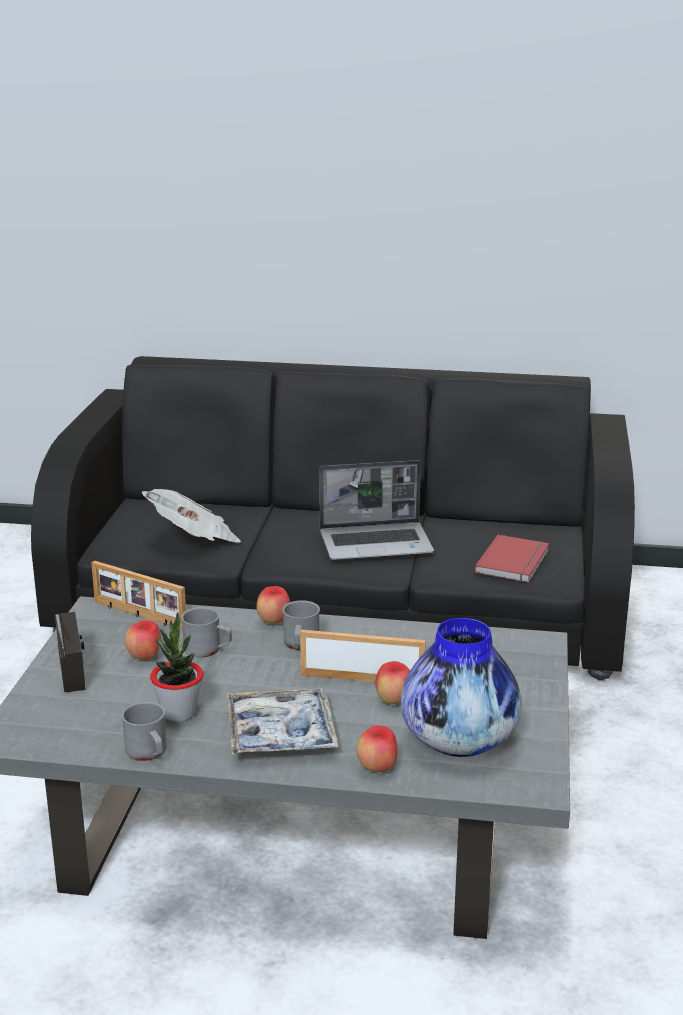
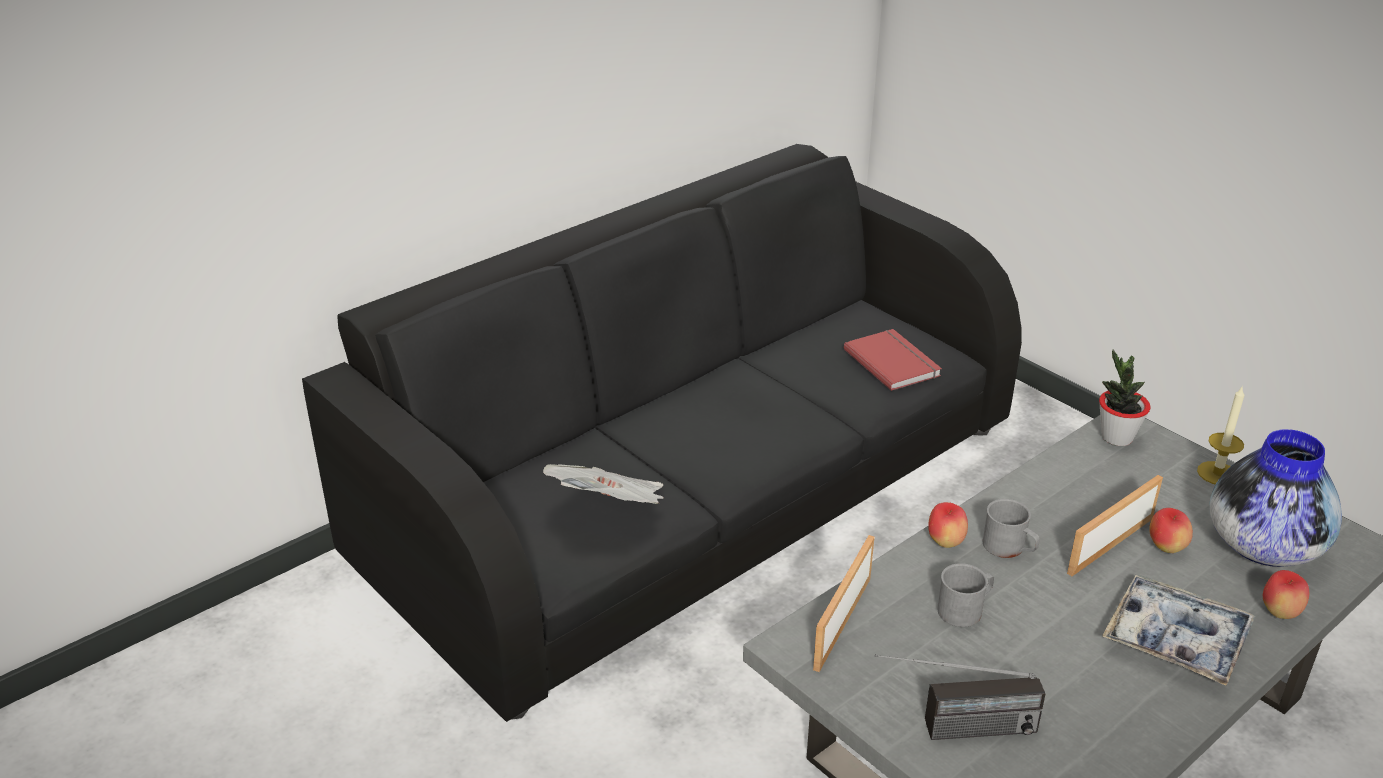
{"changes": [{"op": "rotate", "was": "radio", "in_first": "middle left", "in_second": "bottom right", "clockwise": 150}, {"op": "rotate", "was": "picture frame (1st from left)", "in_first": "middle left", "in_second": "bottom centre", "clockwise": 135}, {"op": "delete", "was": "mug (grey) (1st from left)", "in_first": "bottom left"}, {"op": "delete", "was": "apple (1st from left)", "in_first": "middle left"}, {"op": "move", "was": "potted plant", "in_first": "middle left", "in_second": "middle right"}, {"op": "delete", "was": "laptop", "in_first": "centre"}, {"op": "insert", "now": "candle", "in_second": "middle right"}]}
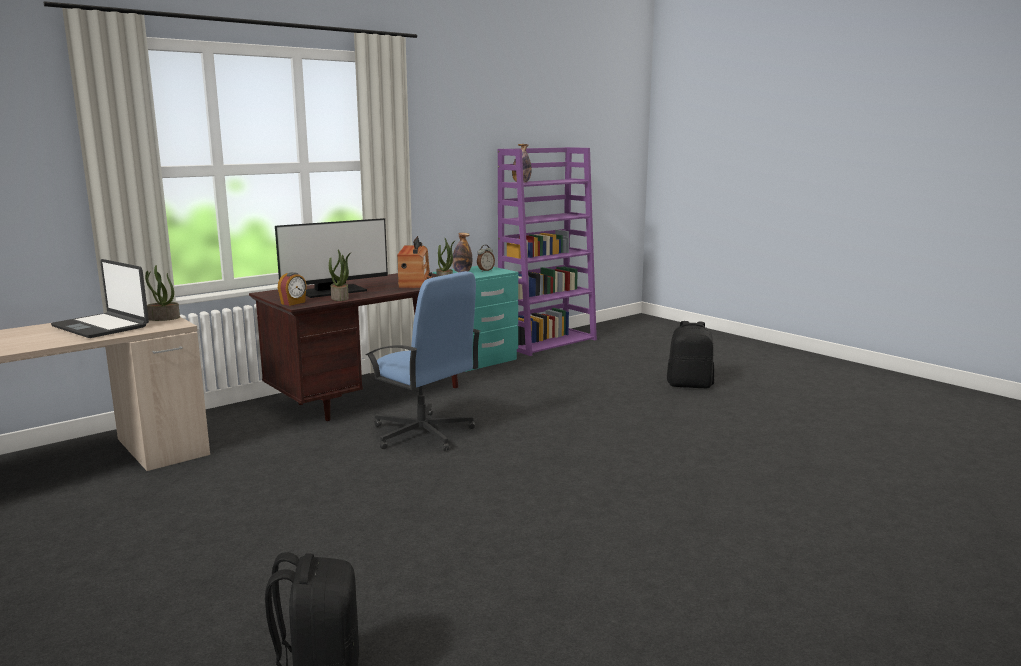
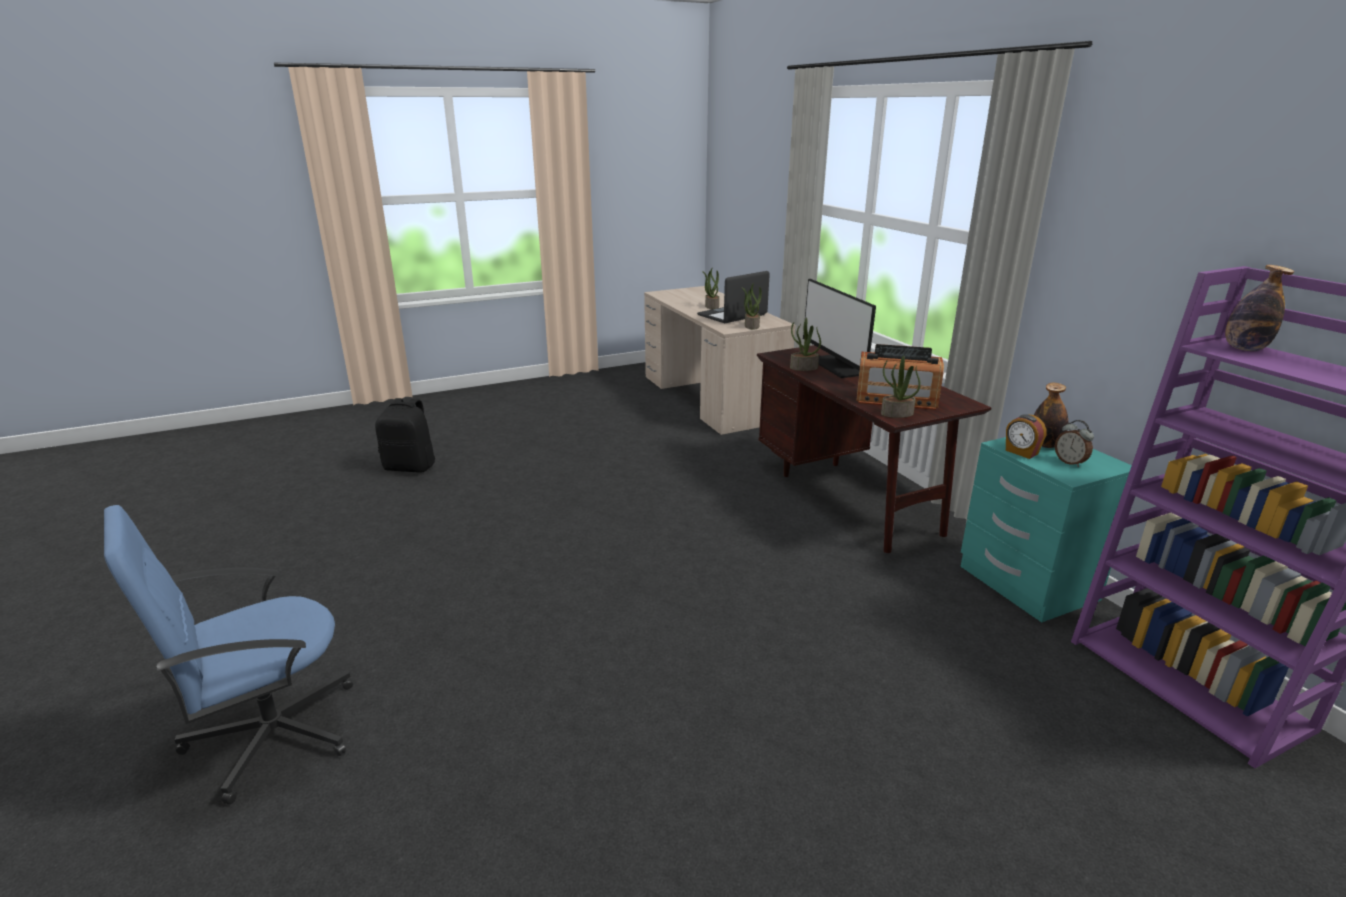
{"changes": [{"op": "move", "was": "alarm clock (1st from left)", "in_first": "middle left", "in_second": "middle right"}, {"op": "move", "was": "office chair (blue)", "in_first": "centre", "in_second": "bottom left"}, {"op": "delete", "was": "backpack (black) (2nd from left)", "in_first": "middle right"}, {"op": "insert", "now": "potted plant (1st from left)", "in_second": "top centre"}]}
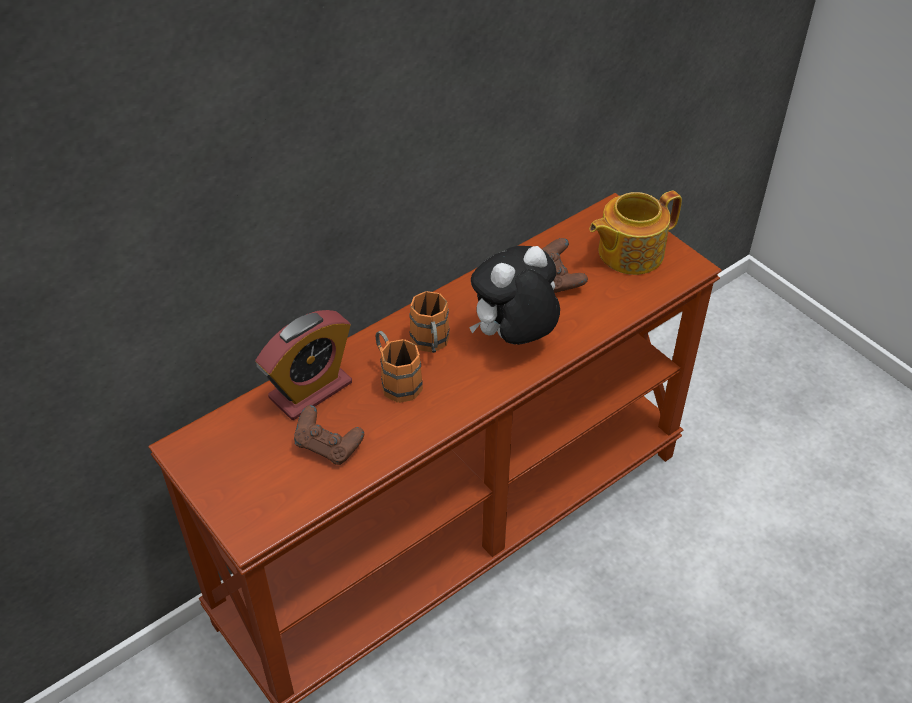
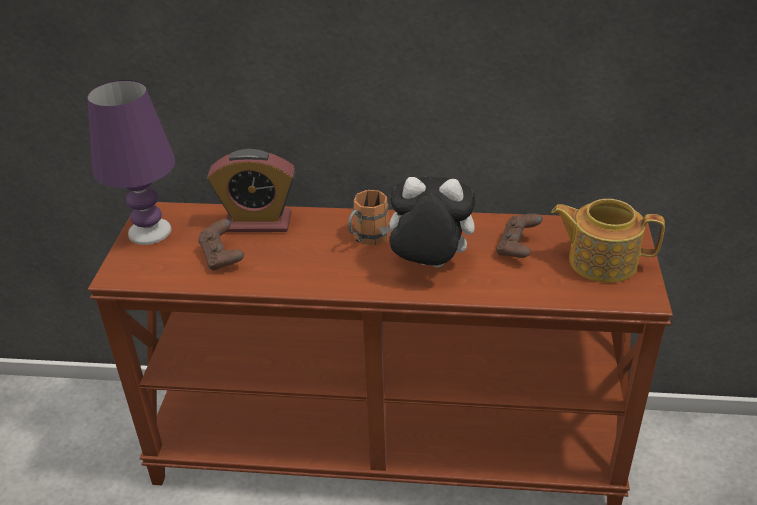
{"changes": [{"op": "delete", "was": "mug (orange) (1st from left)", "in_first": "centre"}, {"op": "insert", "now": "table lamp (purple)", "in_second": "top left"}]}
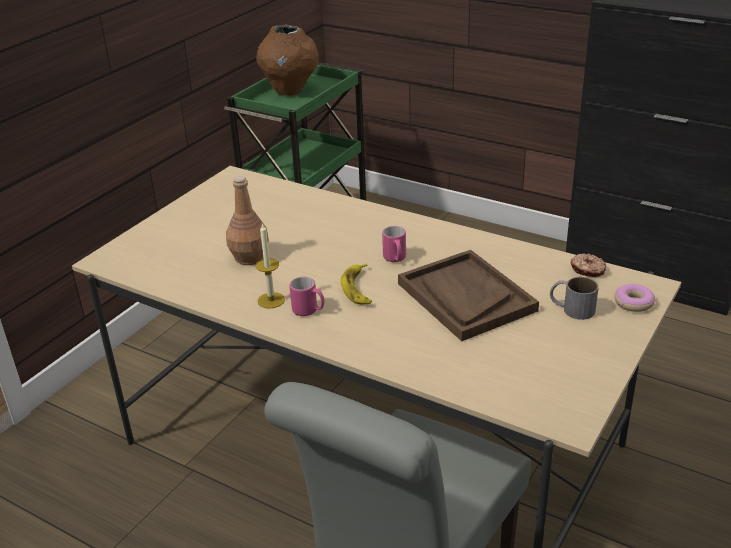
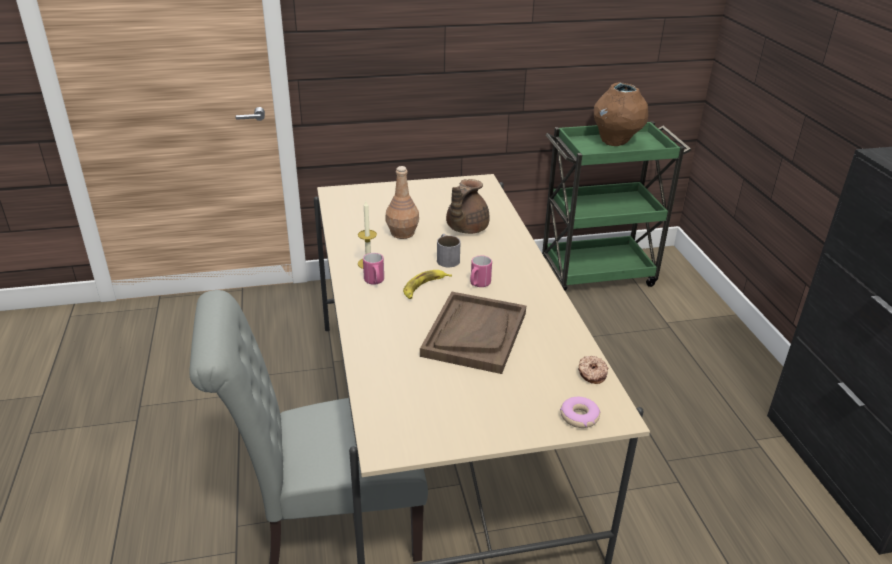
{"changes": [{"op": "move", "was": "mug (grey)", "in_first": "middle right", "in_second": "centre"}, {"op": "insert", "now": "teapot (brown)", "in_second": "centre"}]}
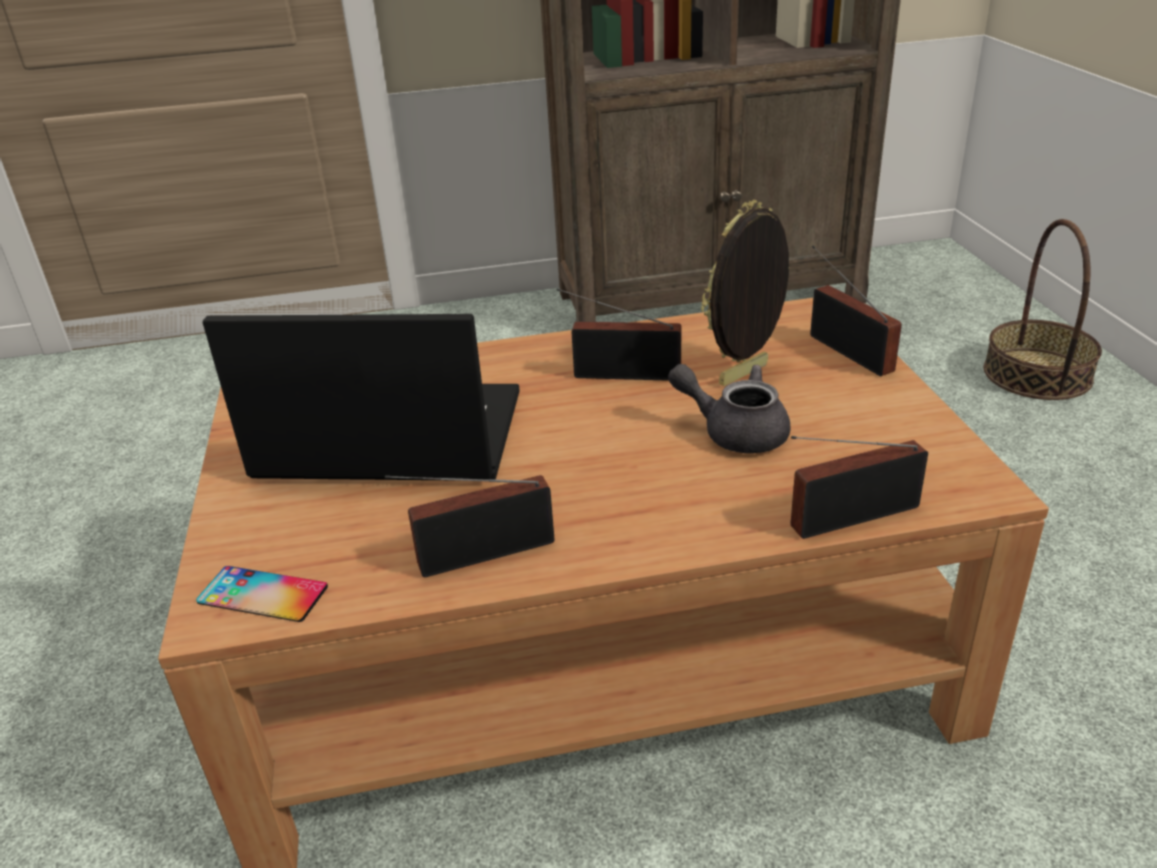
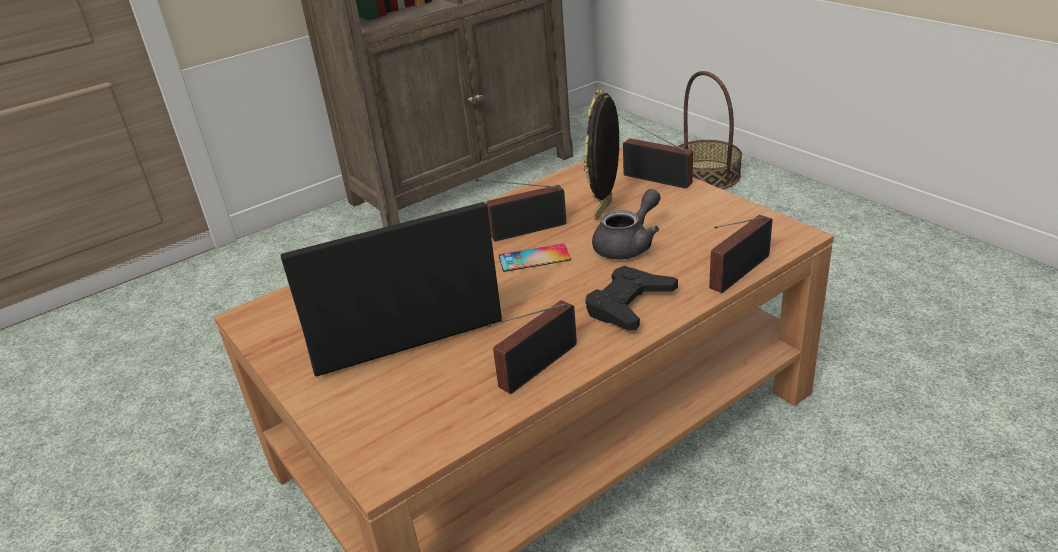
{"changes": [{"op": "move", "was": "phone", "in_first": "bottom left", "in_second": "centre"}, {"op": "rotate", "was": "teapot (grey)", "in_first": "centre", "in_second": "centre", "clockwise": 135}, {"op": "insert", "now": "game controller (black)", "in_second": "centre"}]}
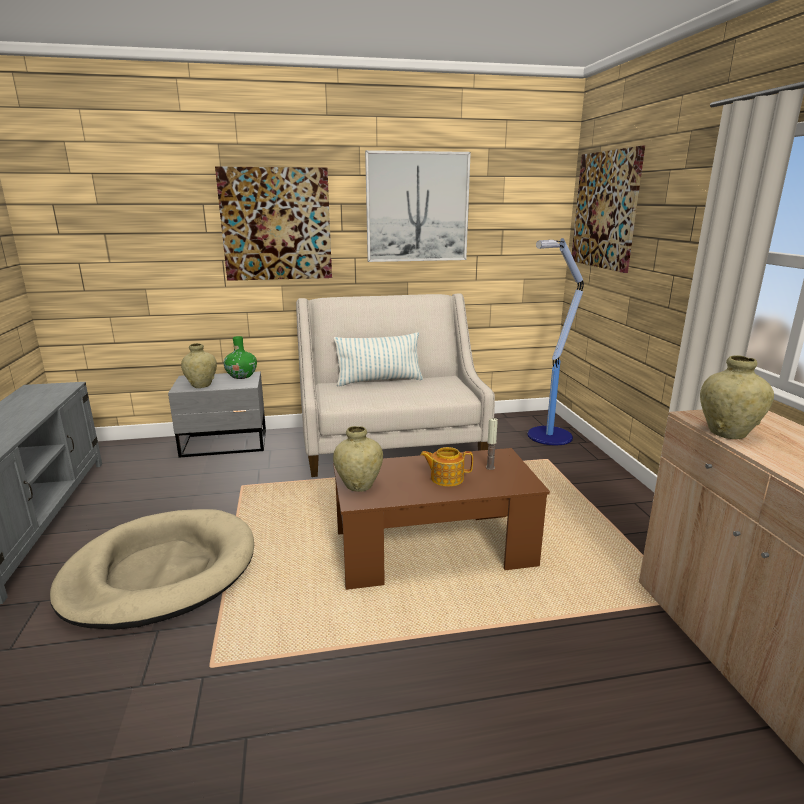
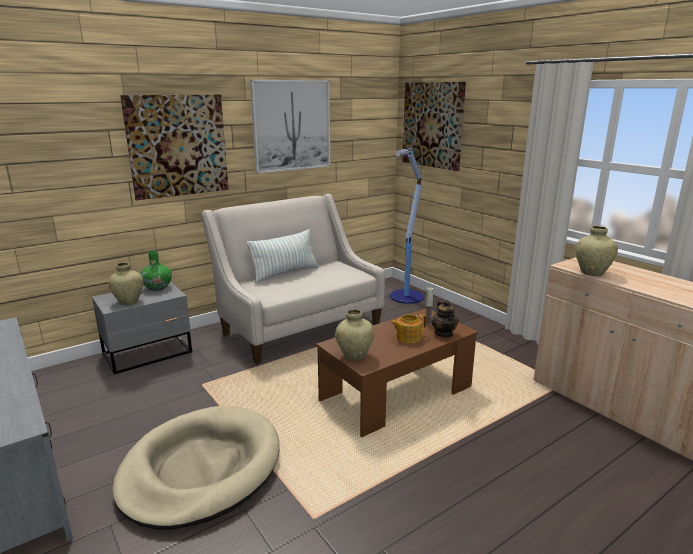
{"changes": [{"op": "insert", "now": "teapot (2nd from left)", "in_second": "centre"}]}
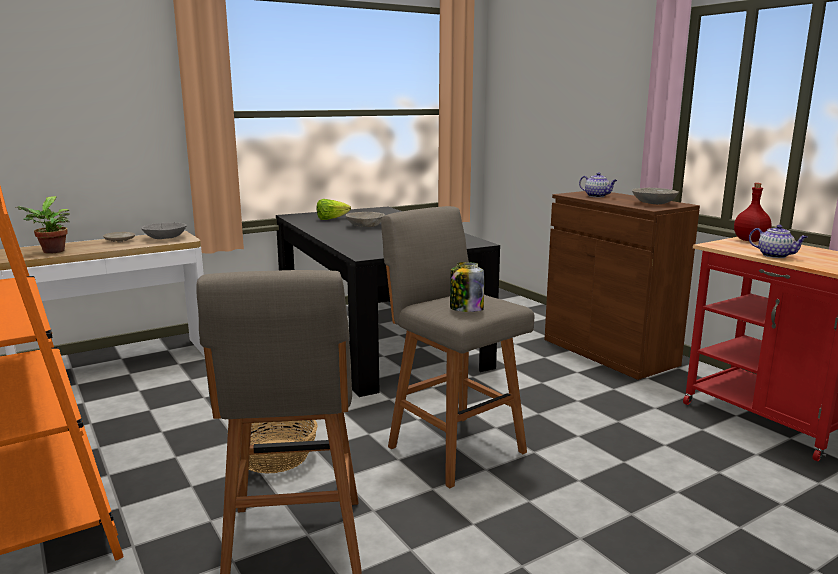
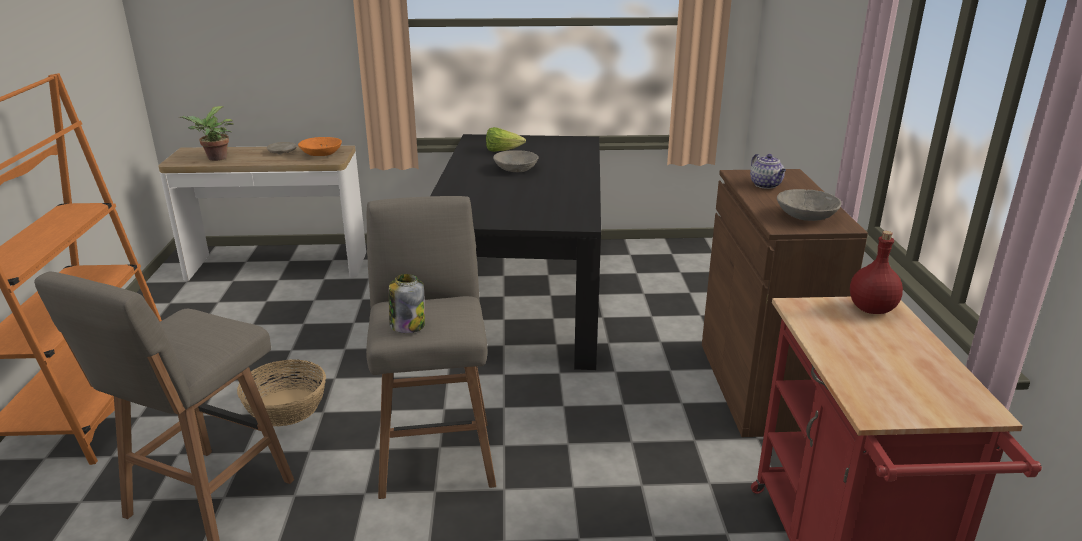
{"changes": [{"op": "recolor", "was": "bowl (grey) (1st from left)", "now": "bowl (orange)", "in_first": "middle left", "in_second": "top left"}, {"op": "delete", "was": "teapot (2nd from left)", "in_first": "middle right"}]}
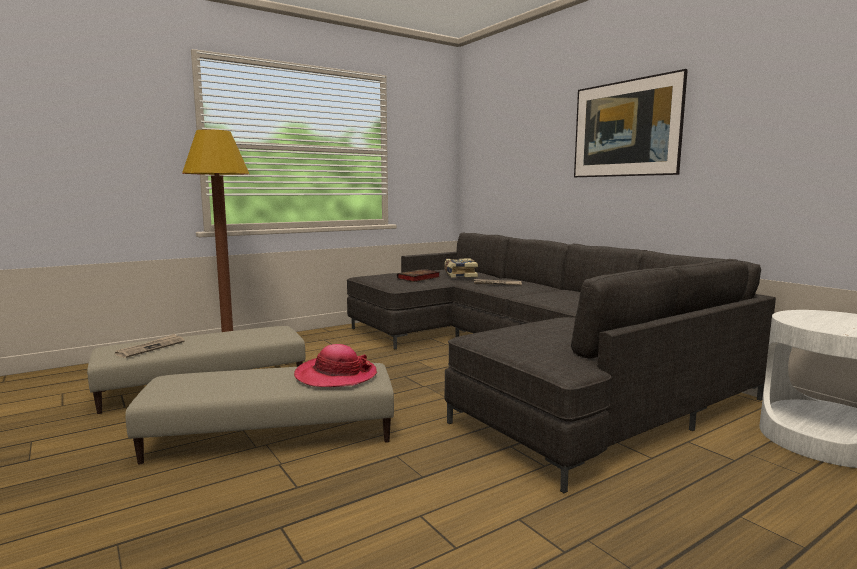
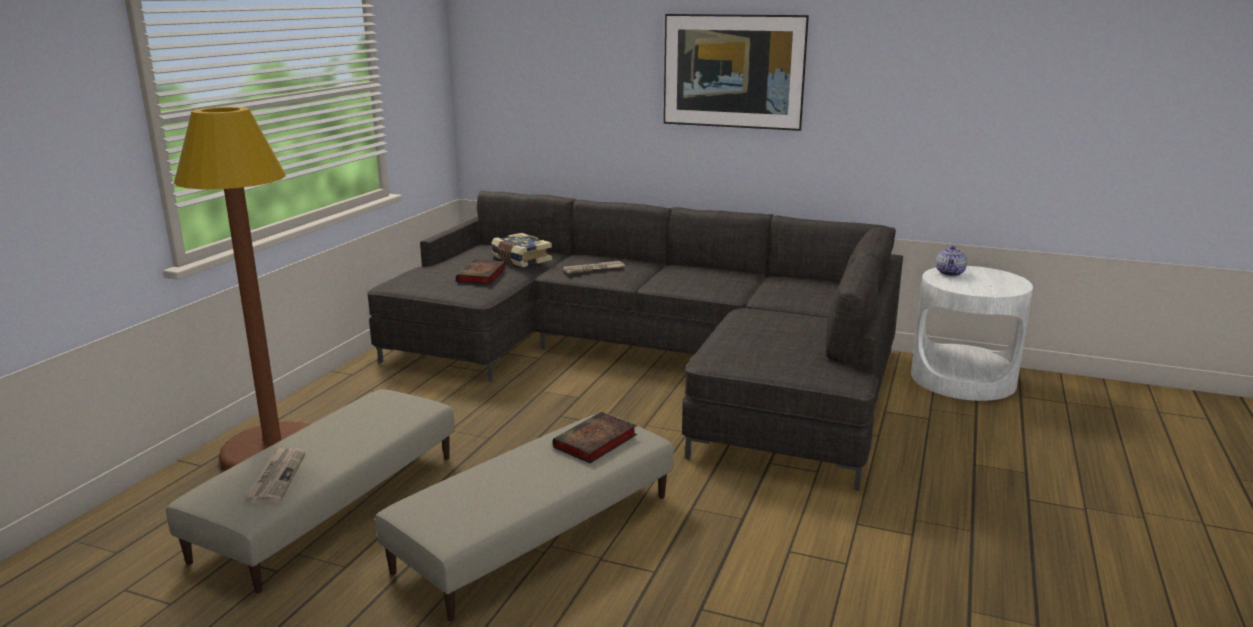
{"changes": [{"op": "replace", "was": "hat", "now": "book (3rd from left)", "in_first": "centre", "in_second": "bottom centre"}, {"op": "insert", "now": "teapot", "in_second": "middle right"}]}
